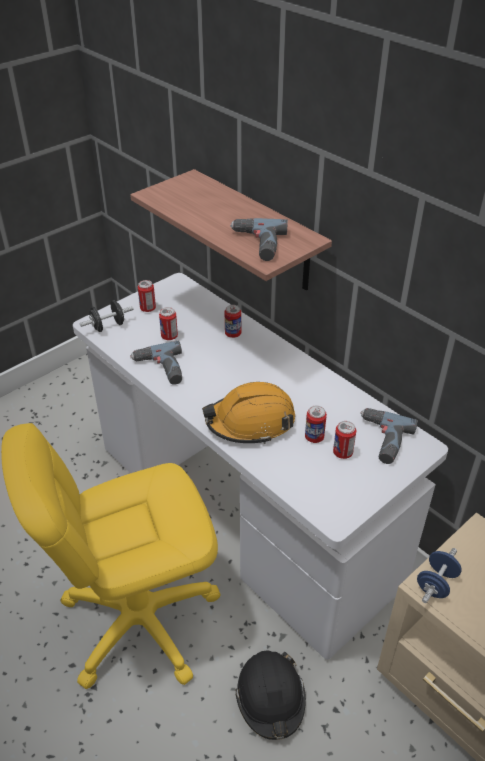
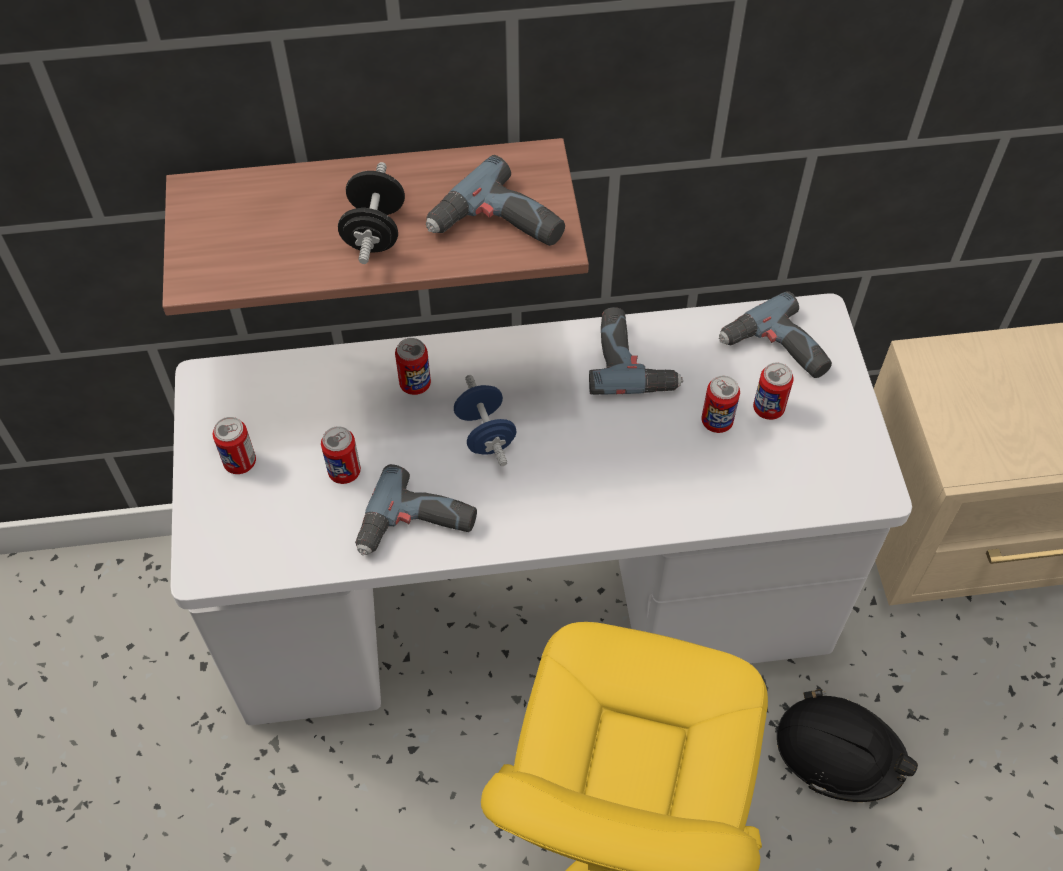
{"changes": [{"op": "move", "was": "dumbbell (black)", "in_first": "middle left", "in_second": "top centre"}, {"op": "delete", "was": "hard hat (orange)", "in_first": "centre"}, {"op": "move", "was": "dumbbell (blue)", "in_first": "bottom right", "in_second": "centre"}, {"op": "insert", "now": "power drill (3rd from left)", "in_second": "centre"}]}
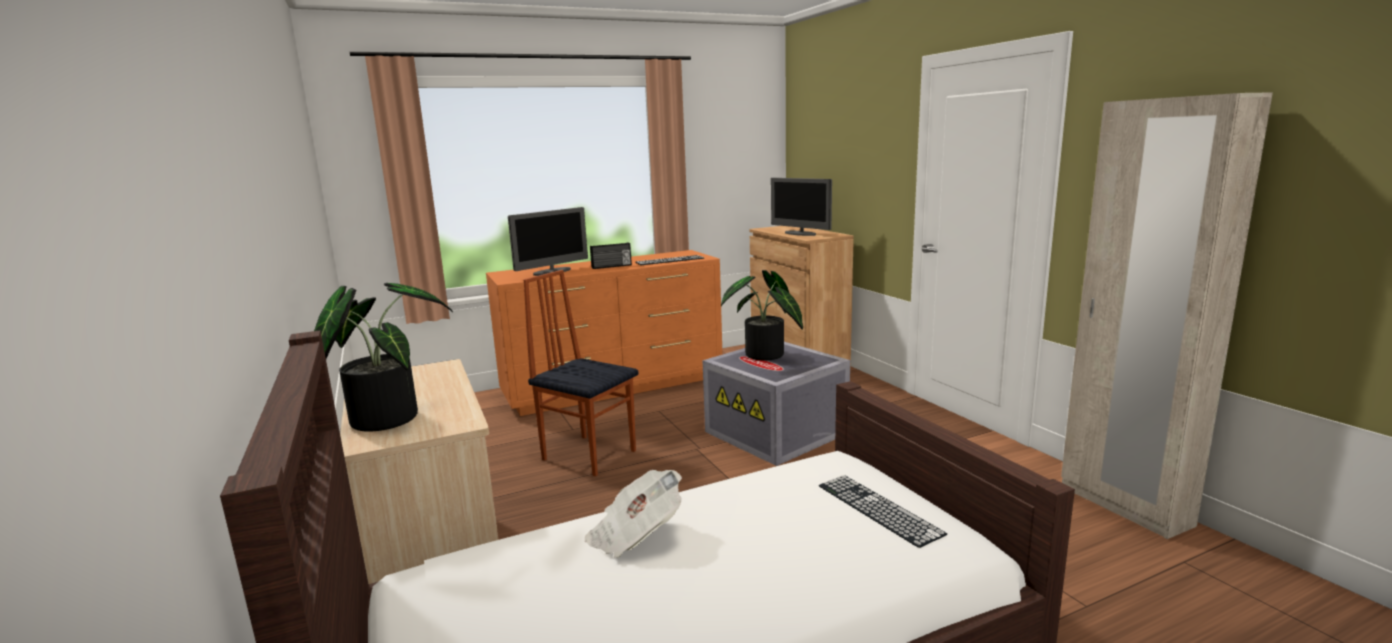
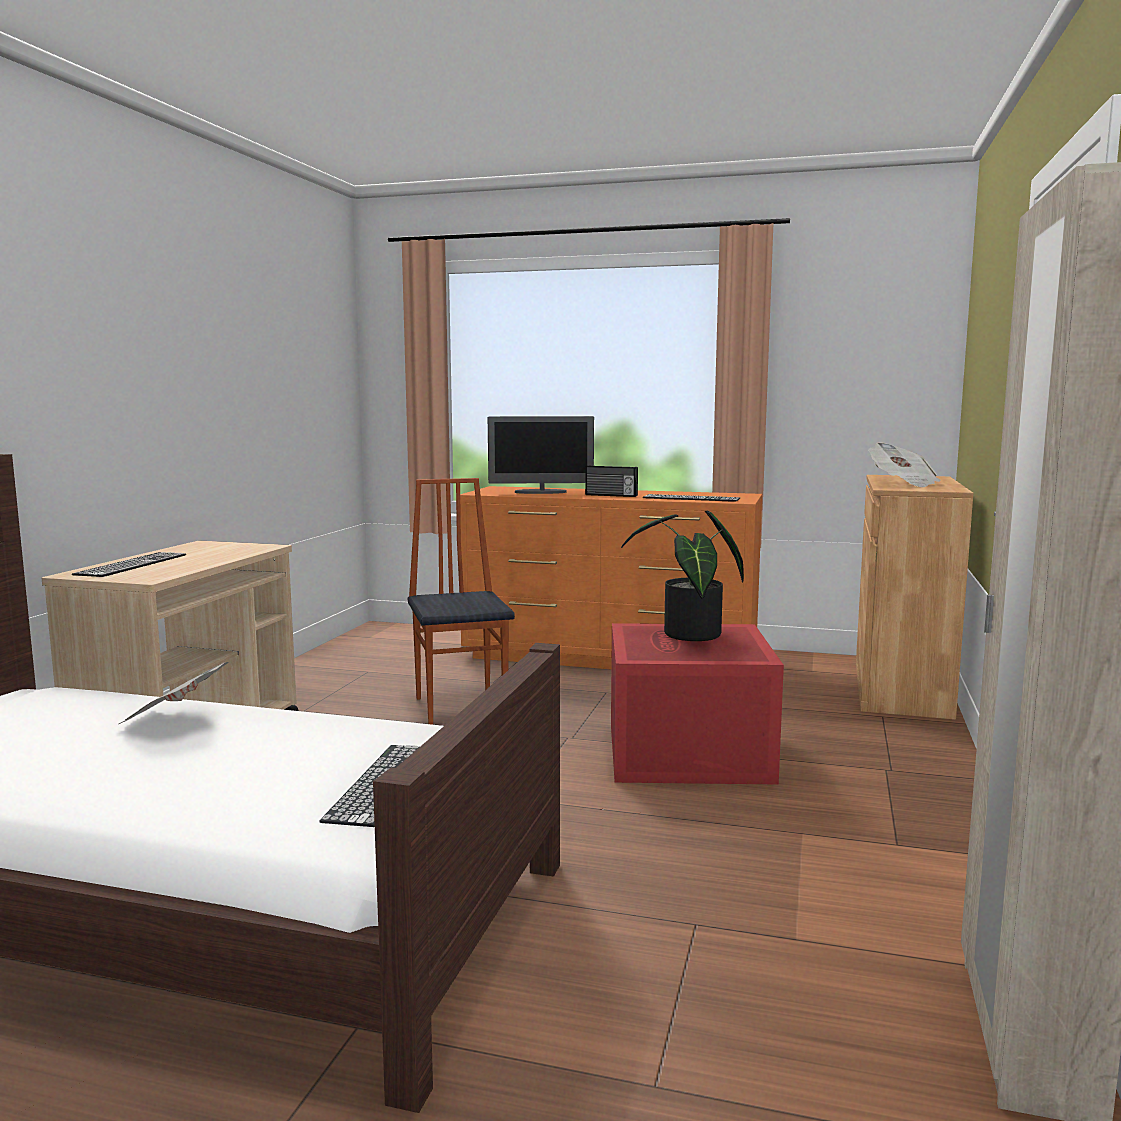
{"changes": [{"op": "replace", "was": "potted plant (1st from left)", "now": "keyboard (1st from left)", "in_first": "middle left", "in_second": "middle left"}, {"op": "recolor", "was": "storage box (grey)", "now": "storage box (red)", "in_first": "centre", "in_second": "centre"}, {"op": "replace", "was": "monitor (2nd from left)", "now": "newspaper (2nd from left)", "in_first": "top centre", "in_second": "middle right"}]}
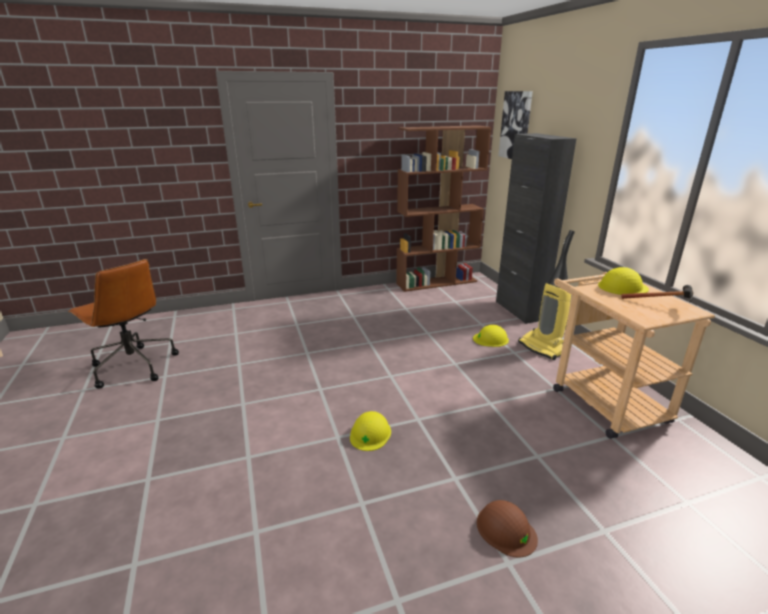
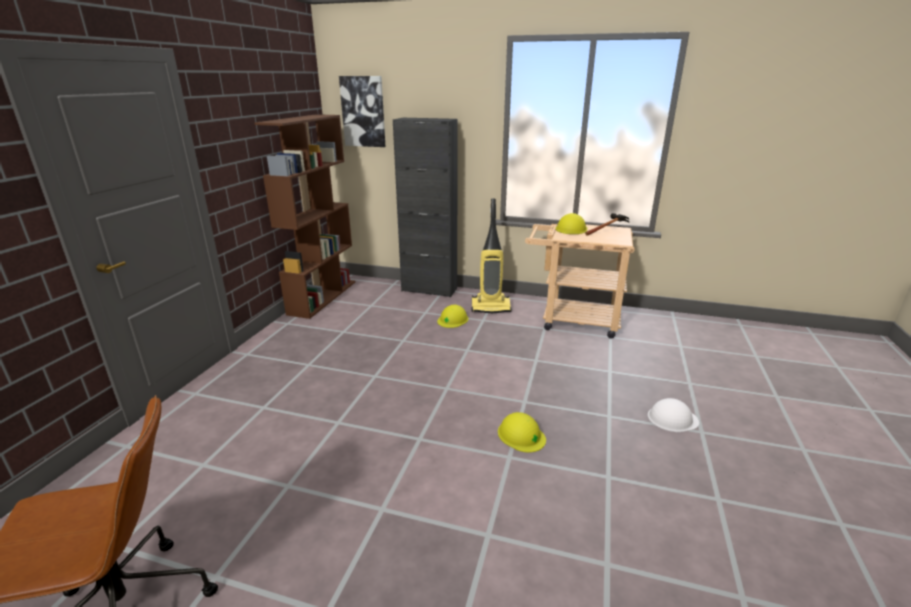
{"changes": [{"op": "recolor", "was": "hard hat (brown)", "now": "hard hat (white)", "in_first": "bottom centre", "in_second": "bottom right"}]}
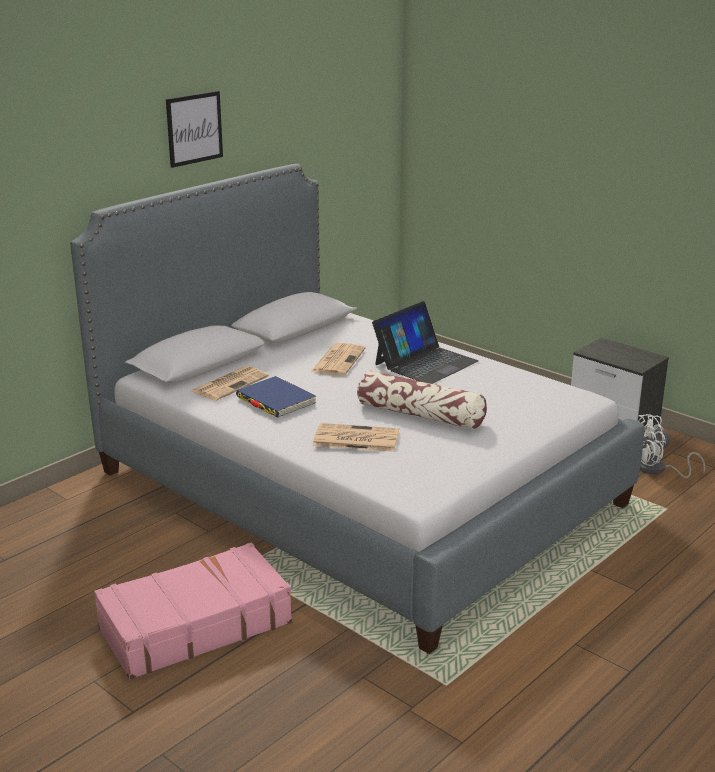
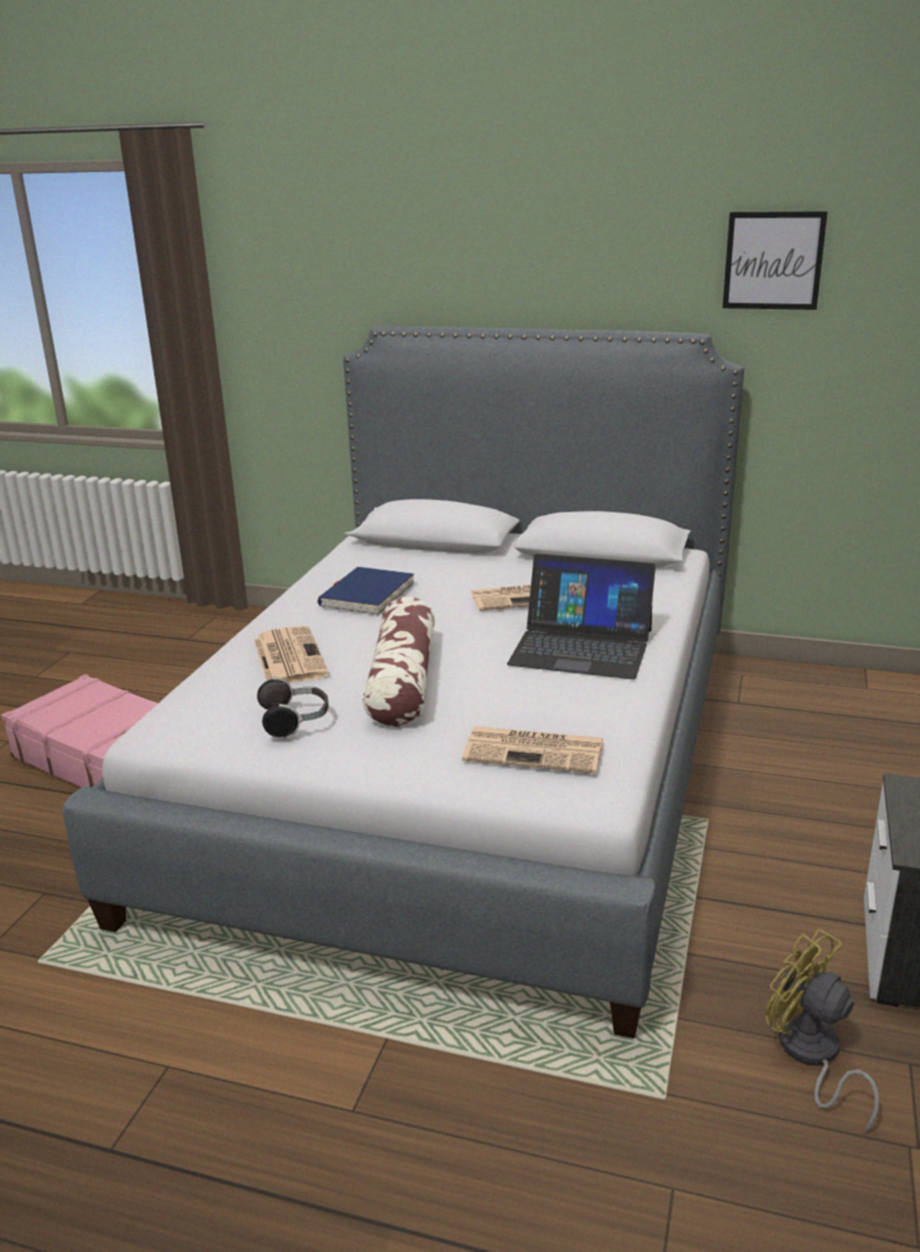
{"changes": [{"op": "move", "was": "picture", "in_first": "top left", "in_second": "top right"}, {"op": "move", "was": "newspaper (1st from left in the first image)", "now": "newspaper (3rd from left)", "in_first": "middle left", "in_second": "centre"}, {"op": "recolor", "was": "fan (white)", "now": "fan (yellow)", "in_first": "middle right", "in_second": "bottom right"}, {"op": "insert", "now": "headphones", "in_second": "middle left"}]}
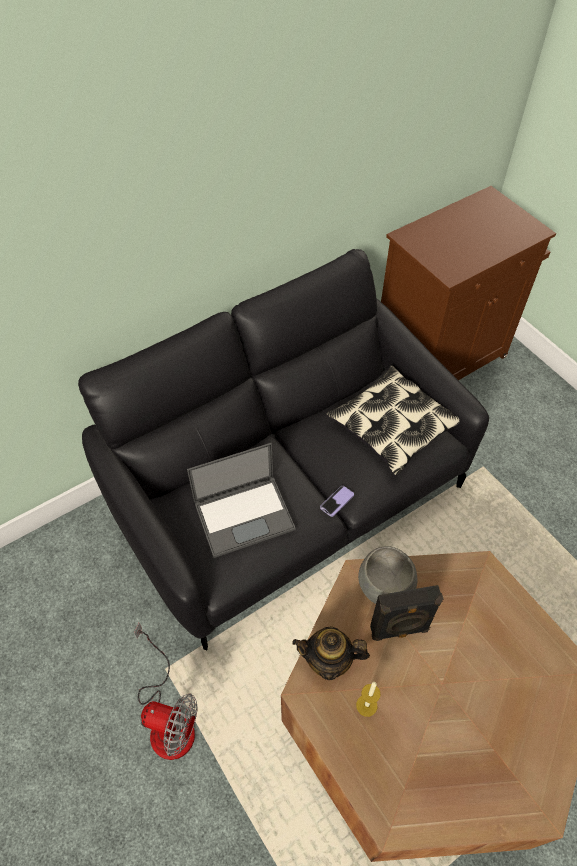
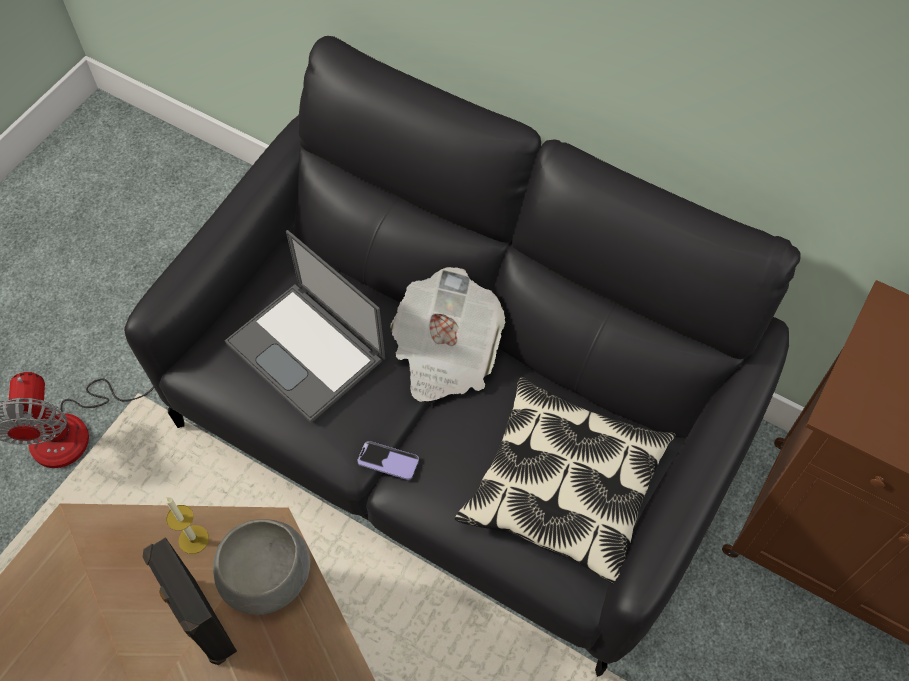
{"changes": [{"op": "delete", "was": "teapot", "in_first": "bottom centre"}, {"op": "move", "was": "candle", "in_first": "bottom centre", "in_second": "bottom left"}, {"op": "insert", "now": "newspaper", "in_second": "centre"}]}
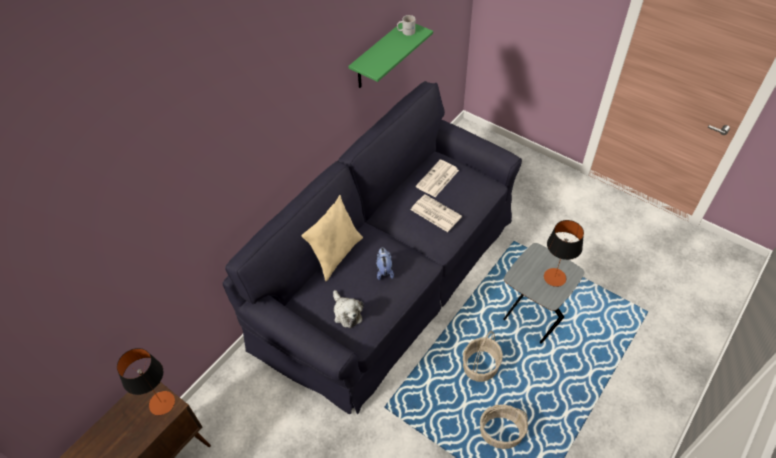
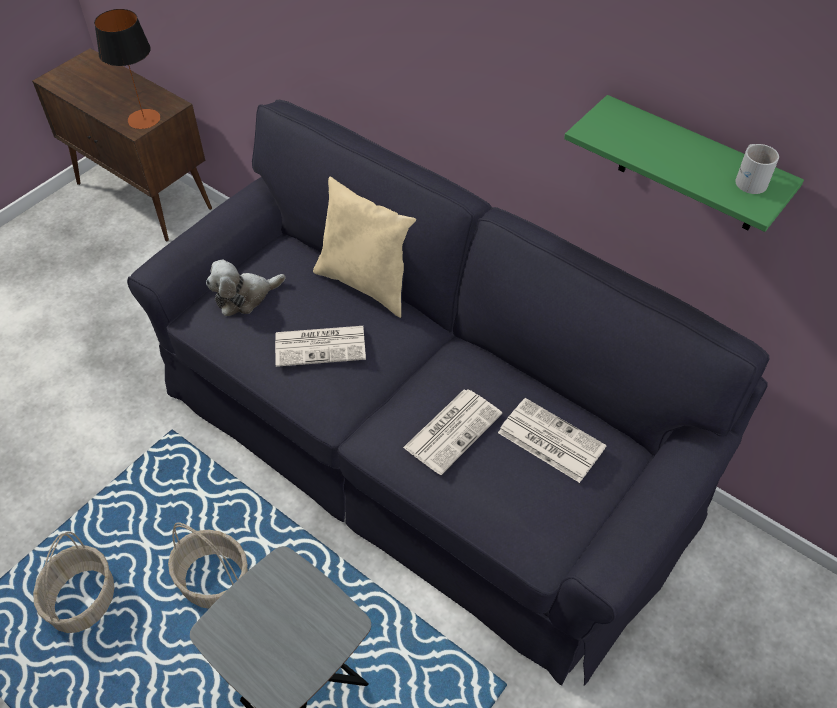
{"changes": [{"op": "replace", "was": "plush toy (2nd from left)", "now": "newspaper (1st from left)", "in_first": "centre", "in_second": "centre"}, {"op": "delete", "was": "table lamp (2nd from left)", "in_first": "middle right"}]}
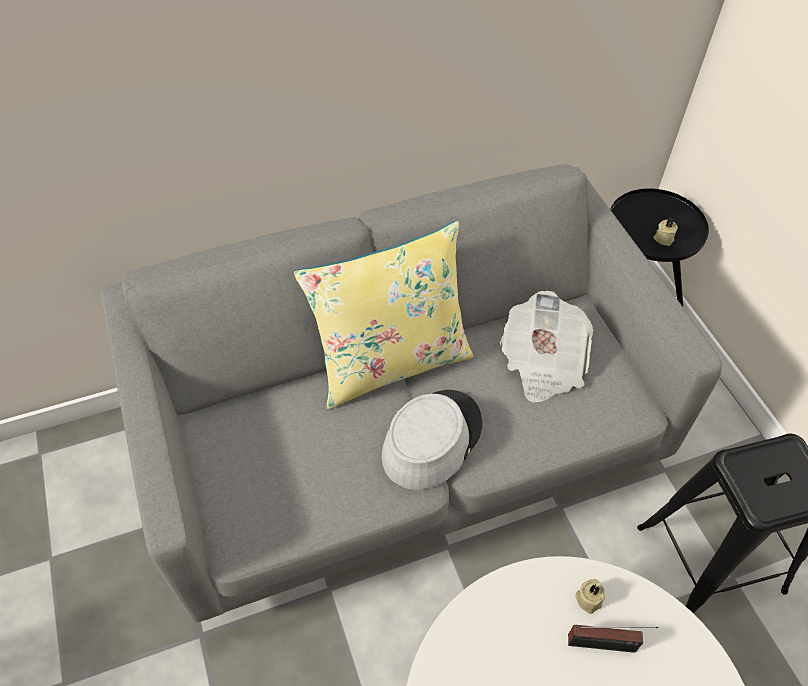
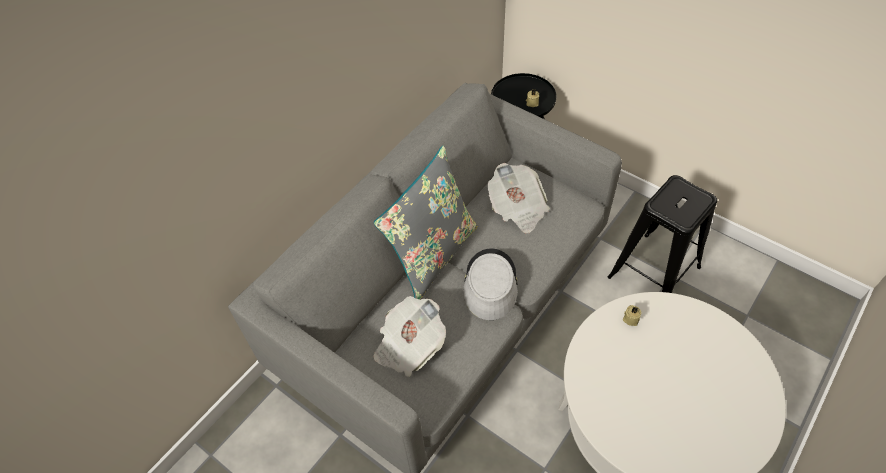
{"changes": [{"op": "recolor", "was": "pillow (yellow)", "now": "pillow (grey)", "in_first": "centre", "in_second": "centre"}, {"op": "delete", "was": "radio", "in_first": "bottom right"}, {"op": "insert", "now": "newspaper (1st from left)", "in_second": "bottom centre"}]}
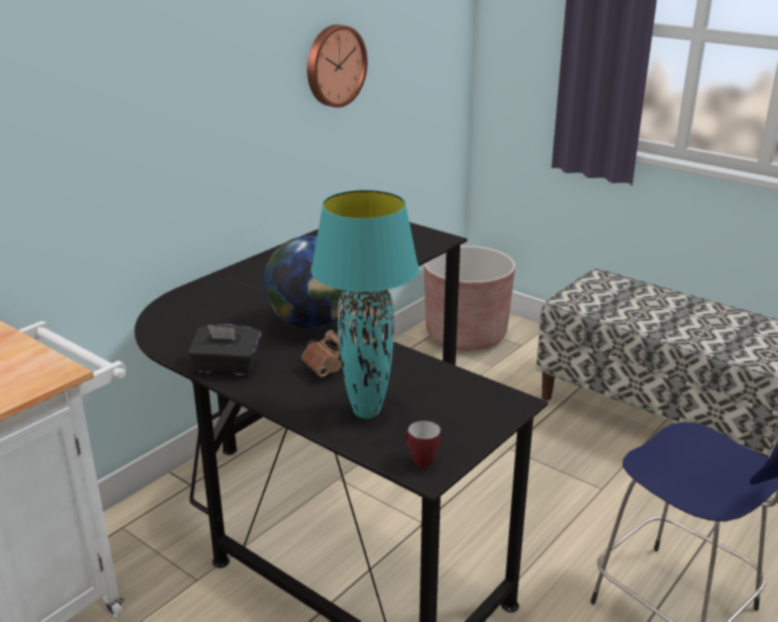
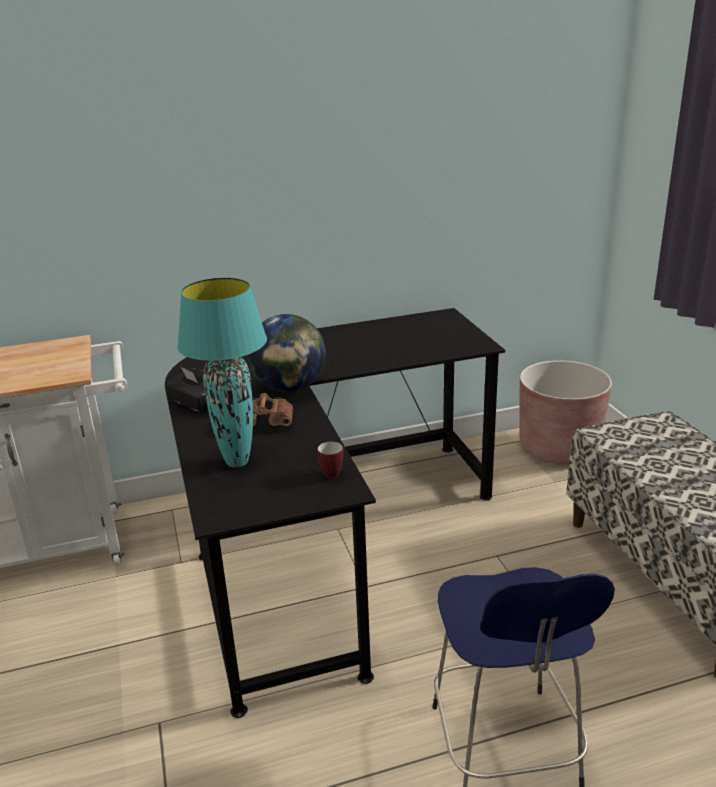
{"changes": [{"op": "delete", "was": "wall clock", "in_first": "top centre"}, {"op": "move", "was": "mug", "in_first": "bottom centre", "in_second": "centre"}]}
